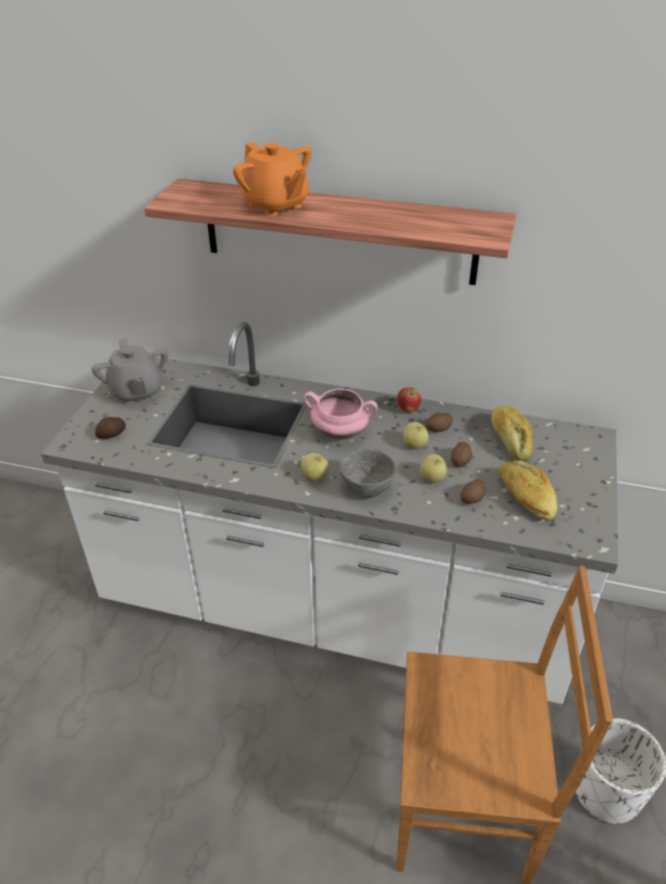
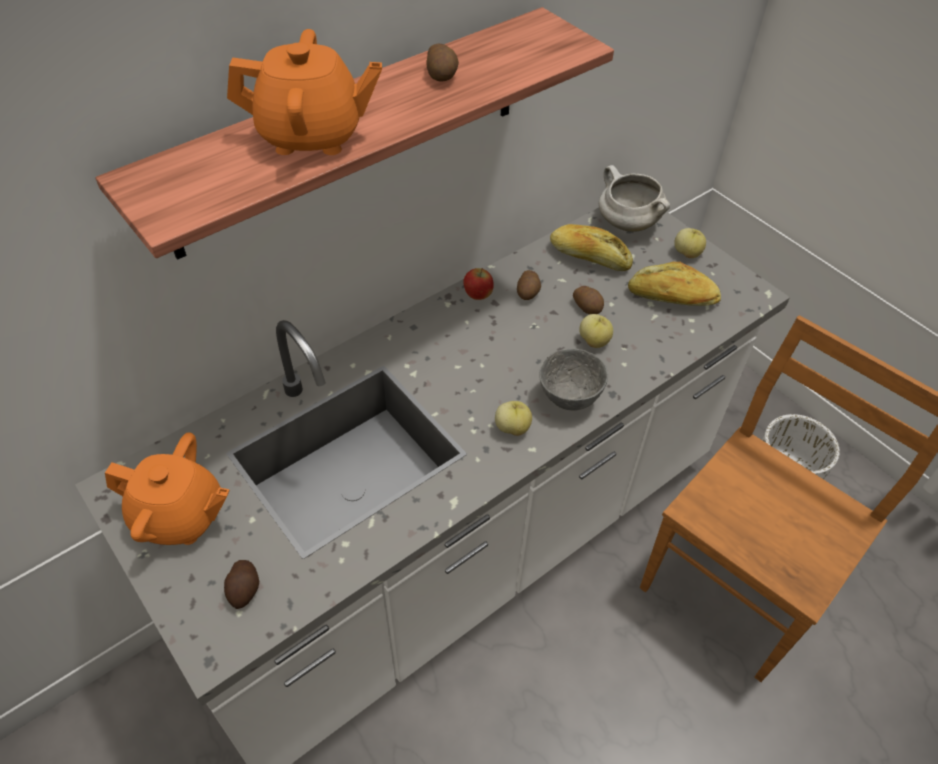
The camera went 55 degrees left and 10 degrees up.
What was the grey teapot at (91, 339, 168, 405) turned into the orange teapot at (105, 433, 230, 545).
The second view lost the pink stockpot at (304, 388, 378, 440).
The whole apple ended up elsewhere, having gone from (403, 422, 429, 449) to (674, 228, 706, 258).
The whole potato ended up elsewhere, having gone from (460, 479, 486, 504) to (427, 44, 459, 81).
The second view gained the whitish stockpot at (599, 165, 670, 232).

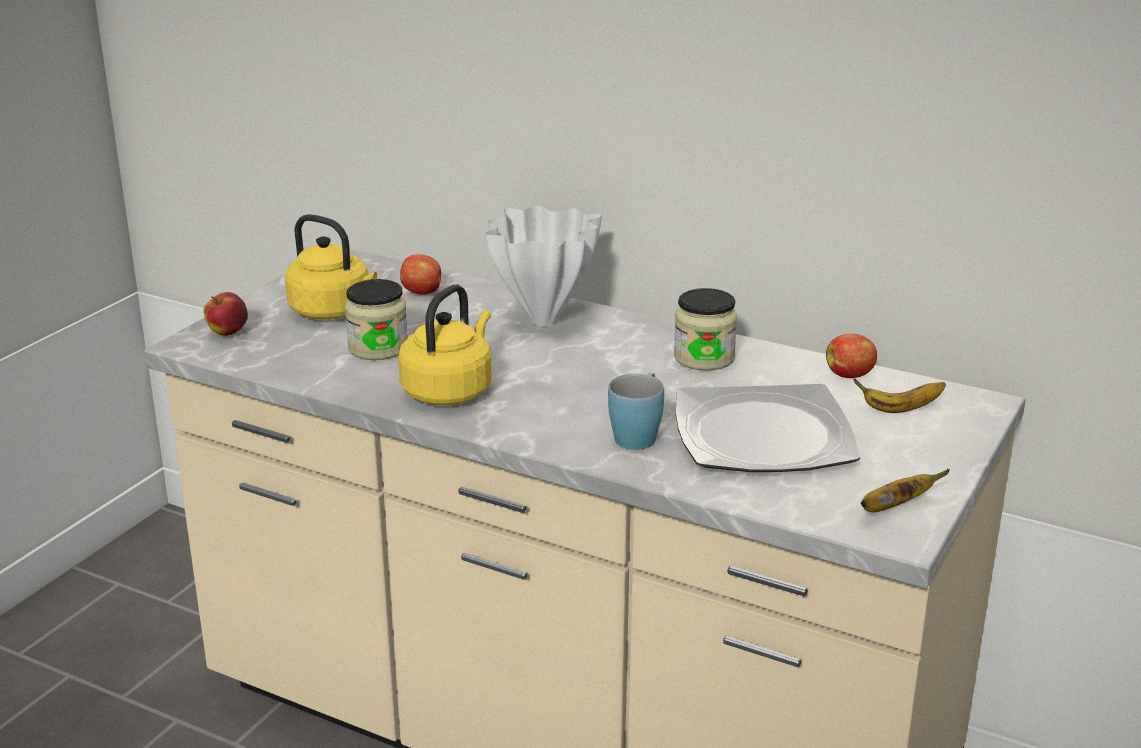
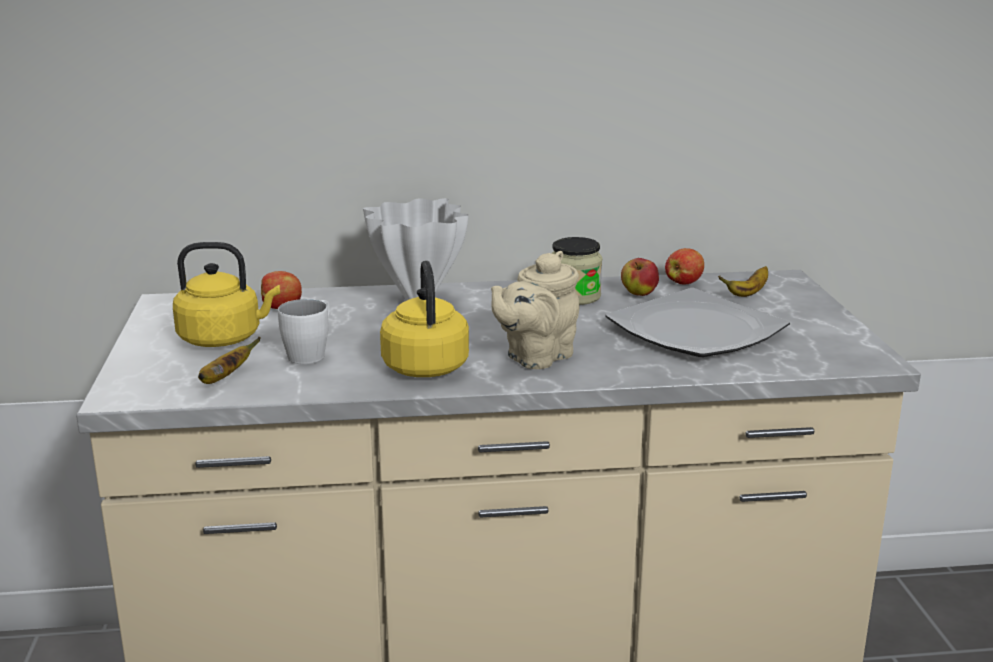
The camera went 35 degrees left and 5 degrees down.
Where the preserve jar stood at (345, 279, 408, 360), the whitish coffee mug came to stand at (278, 299, 330, 364).
The whole apple ended up elsewhere, having gone from (203, 292, 248, 336) to (621, 258, 659, 296).
The second view lost the bluish coffee mug at (608, 373, 664, 450).
The whole banana ended up elsewhere, having gone from (861, 469, 950, 512) to (198, 337, 261, 384).
The second view gained the beige teapot at (491, 251, 580, 369).

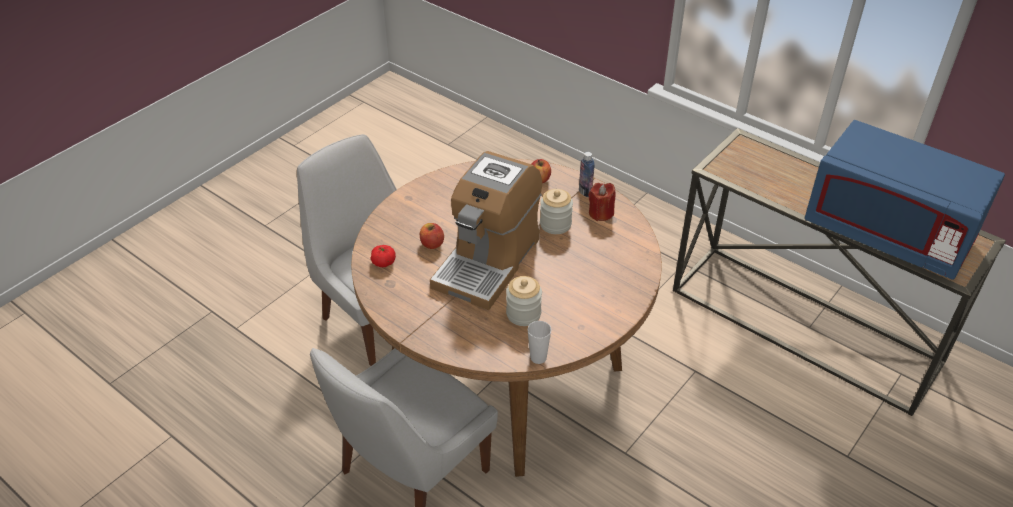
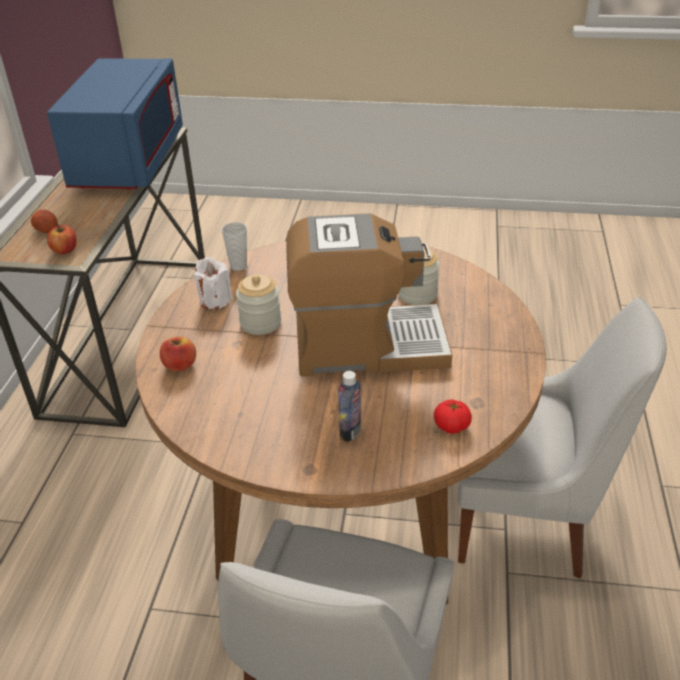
The camera went 120 degrees left and 5 degrees down.
The bottle ended up elsewhere, having gone from (579, 152, 595, 197) to (338, 371, 361, 442).
What was the reddish wax candle at (588, 183, 616, 221) turned into the whitish wax candle at (194, 257, 232, 309).
The whole apple ended up elsewhere, having gone from (420, 223, 444, 249) to (47, 225, 77, 254).
The cup ended up elsewhere, having gone from (528, 321, 552, 364) to (222, 222, 247, 271).
The second view gained the whole potato at (31, 210, 58, 233).

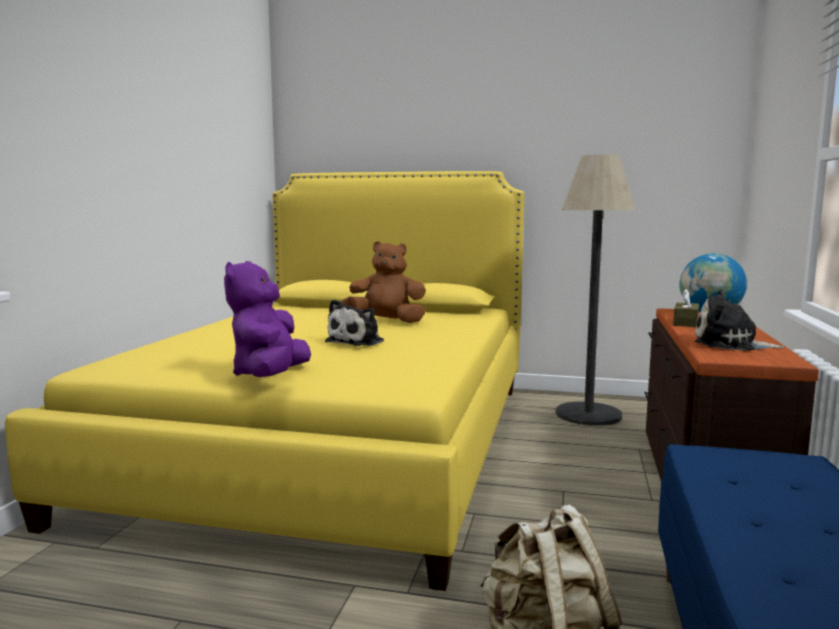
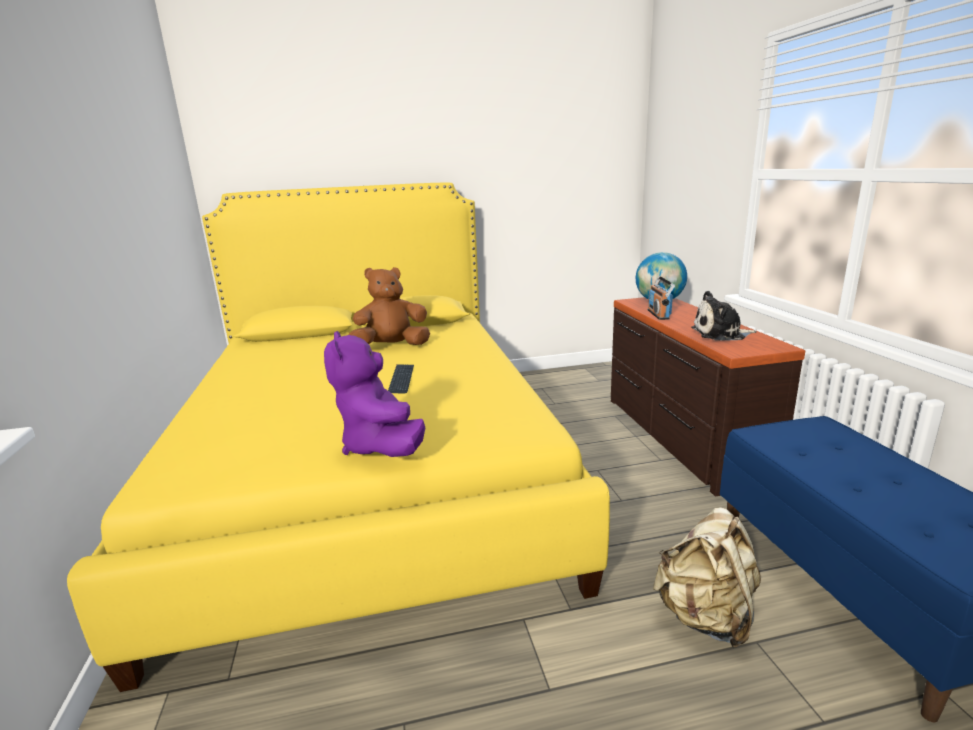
The camera went 25 degrees left and 10 degrees up.
The second view lost the standard lamp at (556, 155, 635, 426).
Where the brownish tissue box stood at (673, 289, 699, 327), the radio set came to stand at (648, 276, 675, 320).
Where the soft toy stood at (325, 299, 384, 346), the PC keyboard came to stand at (388, 364, 414, 393).

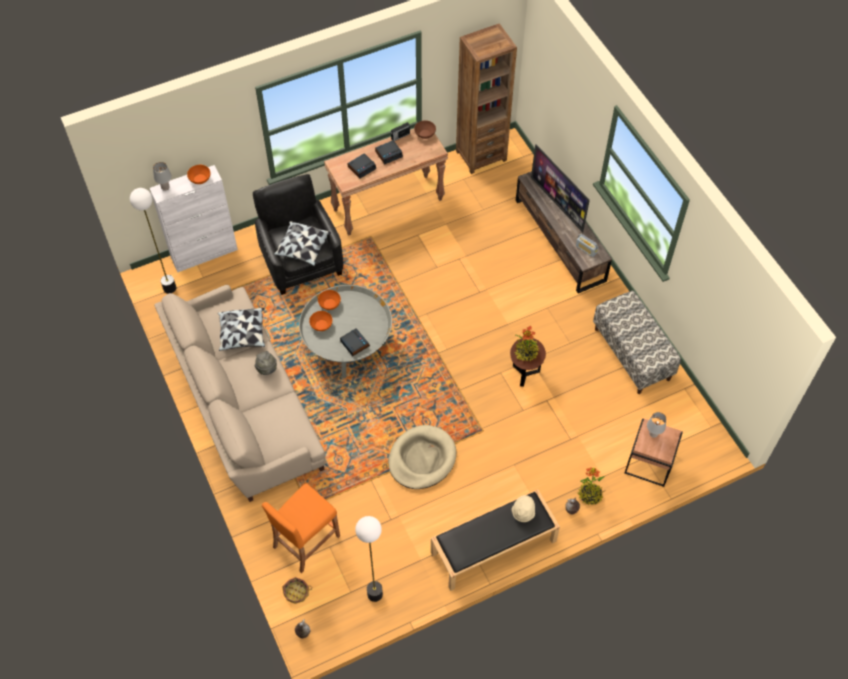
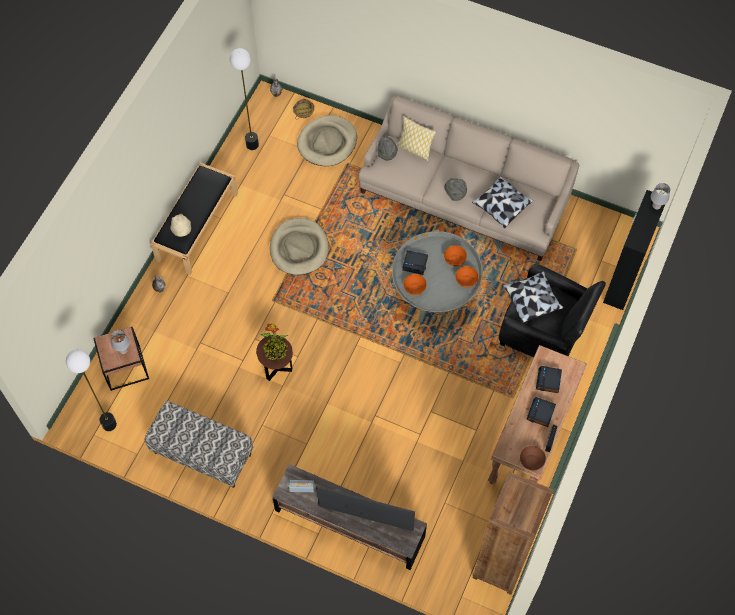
The camera went 140 degrees right and 5 degrees up.
What was the whitish cupboard at (150, 165, 238, 272) turned into the black cupboard at (603, 190, 665, 310).
The orange serving bowl ended up elsewhere, having gone from (187, 165, 211, 184) to (404, 274, 427, 295).
The standard lamp ended up elsewhere, having gone from (130, 188, 176, 294) to (66, 349, 117, 431).
The second view lost the houseplant at (577, 468, 605, 505).
Where the orange stool seat stood at (262, 483, 340, 573), the beige pet bed came to stand at (297, 115, 357, 166).
The second view gained the cushion at (397, 116, 436, 162).
The second view gained the grey clothing hat at (378, 137, 398, 161).

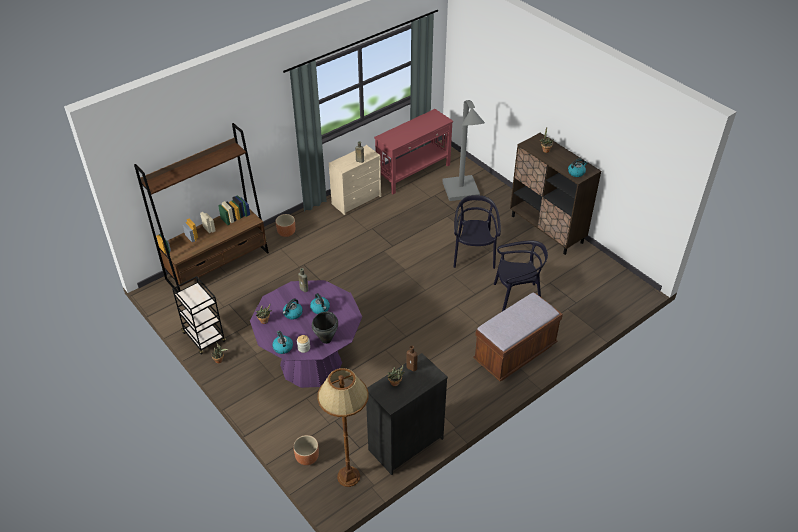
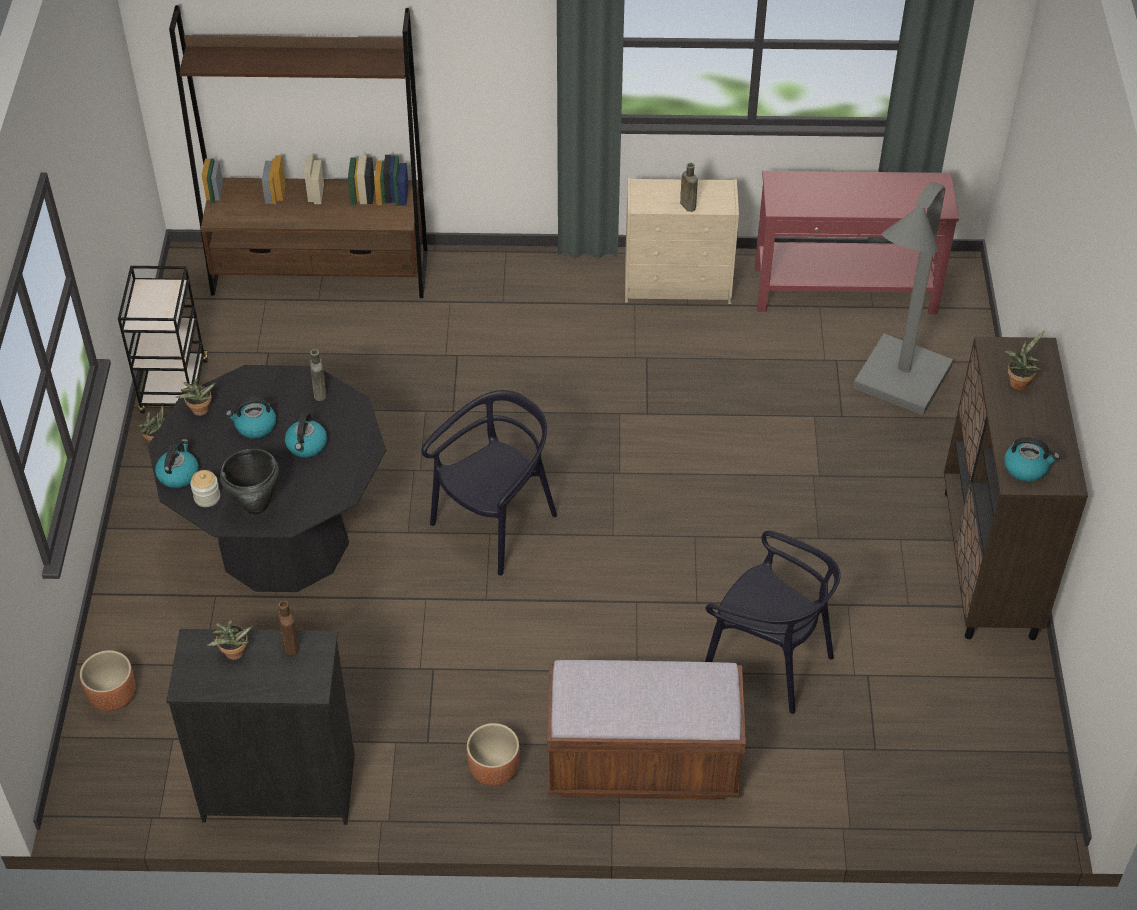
The camera went 40 degrees right and 5 degrees up.
The black upright chair ended up elsewhere, having gone from (453, 195, 501, 269) to (421, 390, 557, 576).
The brownish plant pot ended up elsewhere, having gone from (275, 214, 295, 237) to (467, 723, 520, 786).
What was the purple kitchen table at (250, 280, 362, 388) turned into the black kitchen table at (148, 365, 386, 592).
The second view lost the brownish standard lamp at (317, 368, 368, 487).

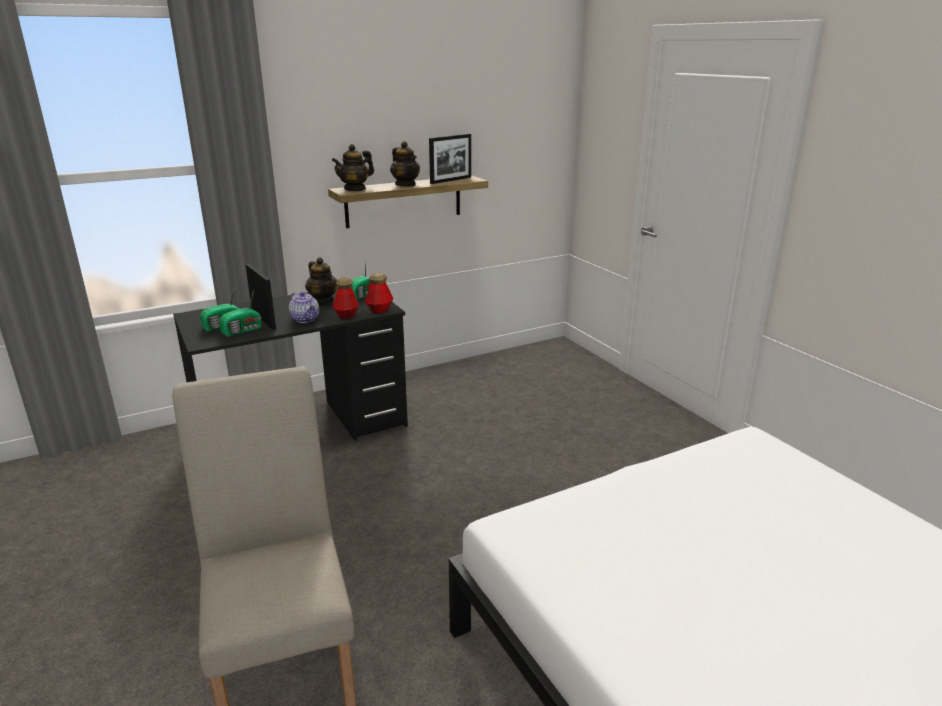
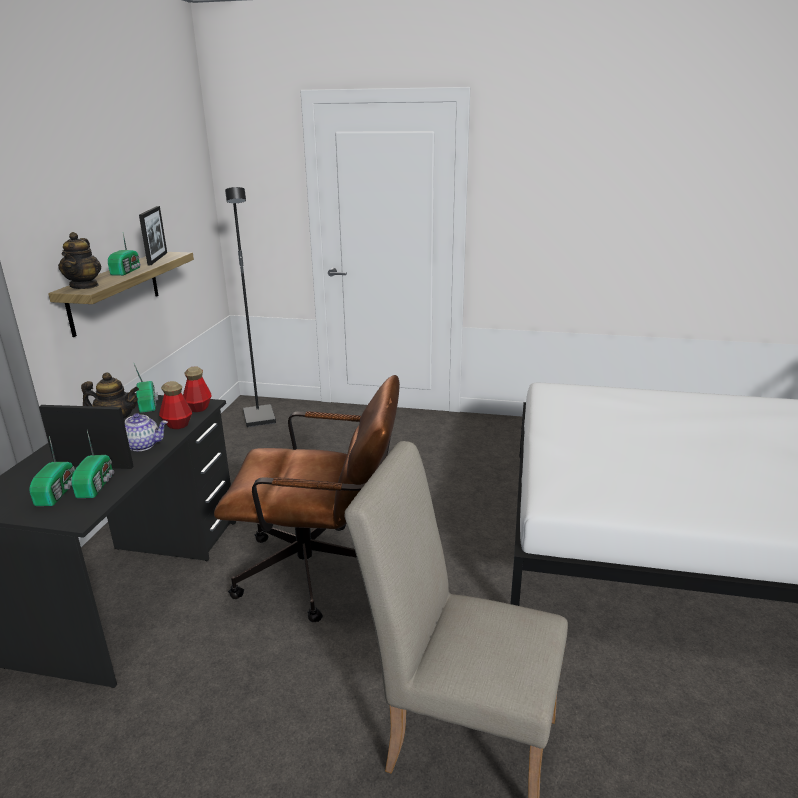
The camera went 50 degrees left and 0 degrees up.
Where the teapot stood at (390, 141, 420, 186), the radio set came to stand at (108, 234, 141, 276).
The second view gained the black standard lamp at (225, 187, 276, 427).
The second view gained the brownish desk chair at (214, 375, 400, 622).

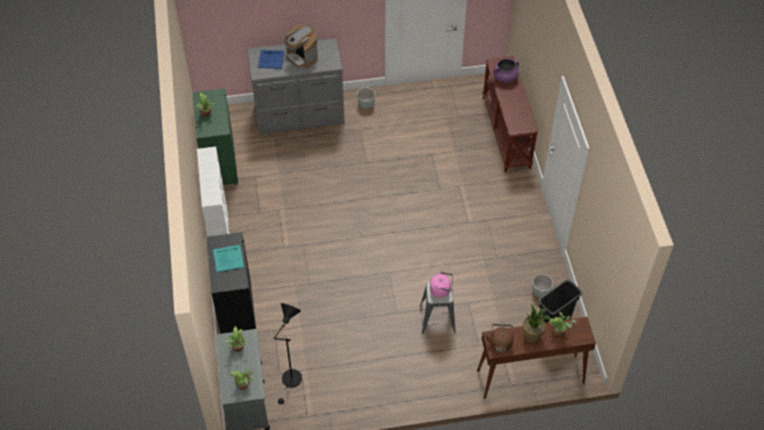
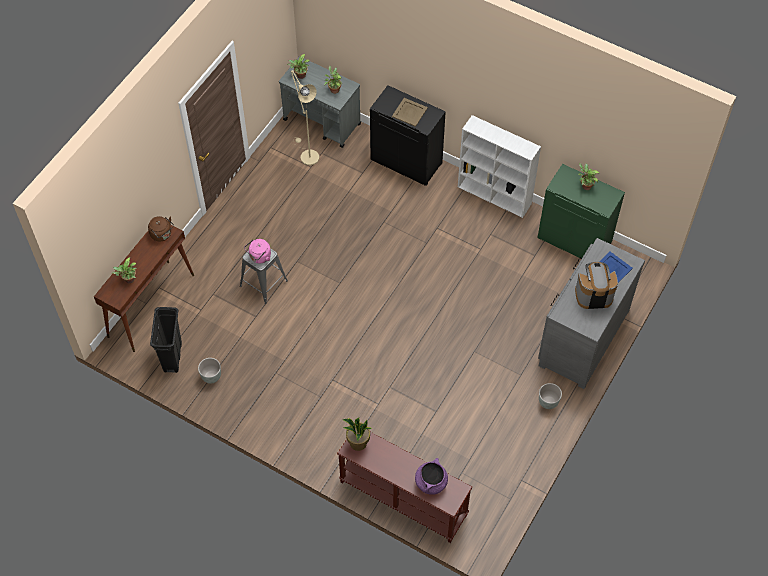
The camera went 130 degrees right and 5 degrees up.
What was the blue-green tray at (213, 245, 244, 272) turned into the beige tray at (392, 98, 428, 127).
What was the black standard lamp at (274, 303, 302, 407) turned into the beige standard lamp at (291, 70, 319, 165).
The houseplant ended up elsewhere, having gone from (523, 304, 550, 343) to (343, 417, 371, 451).

